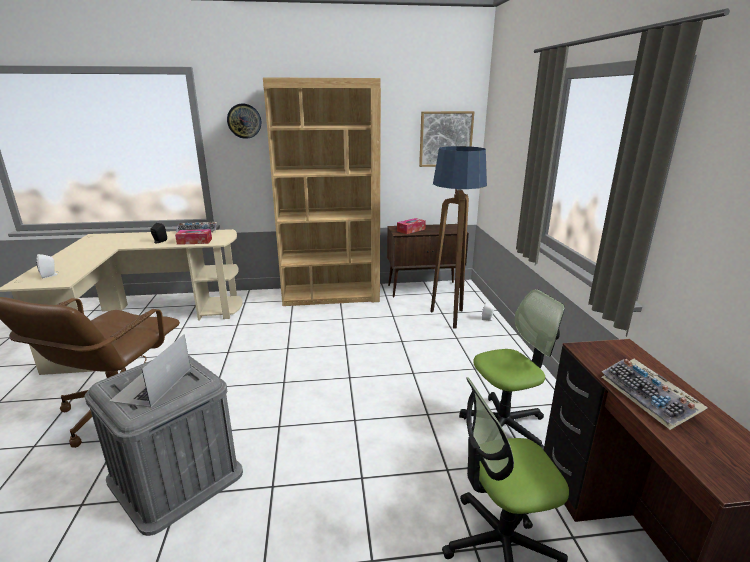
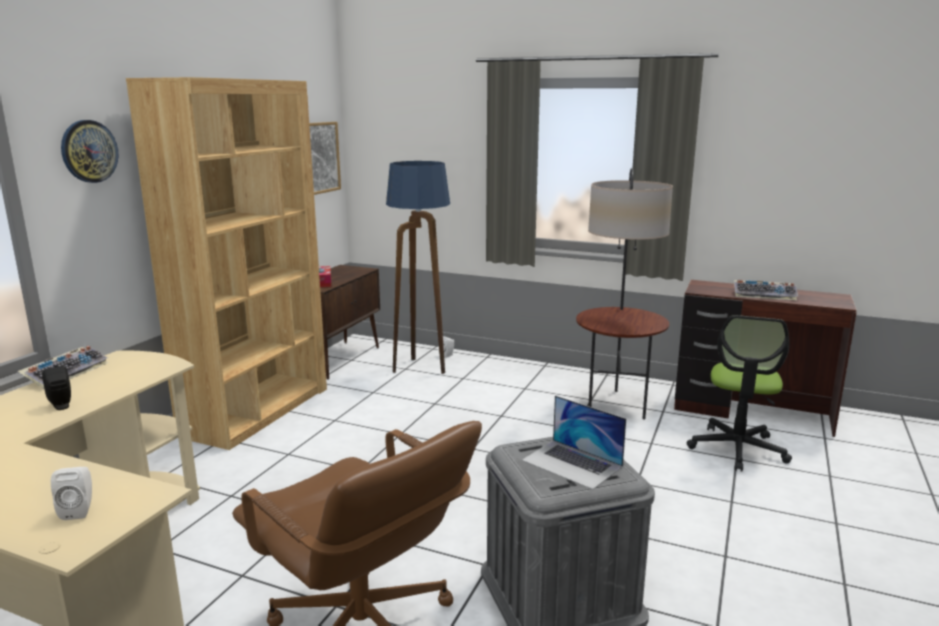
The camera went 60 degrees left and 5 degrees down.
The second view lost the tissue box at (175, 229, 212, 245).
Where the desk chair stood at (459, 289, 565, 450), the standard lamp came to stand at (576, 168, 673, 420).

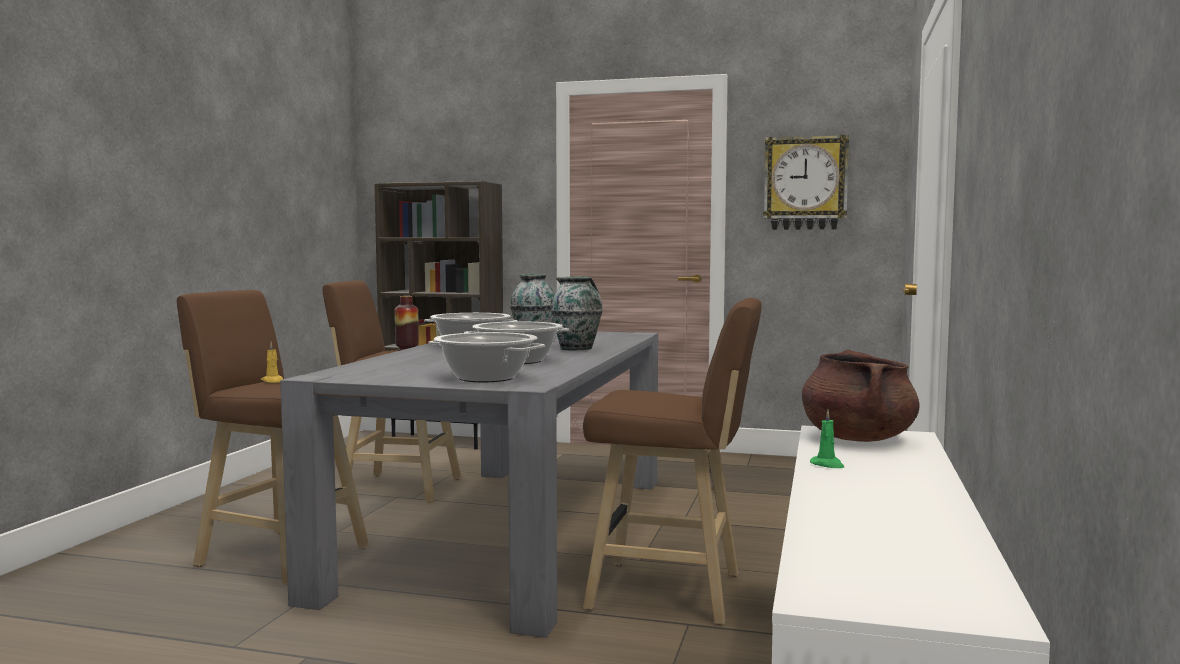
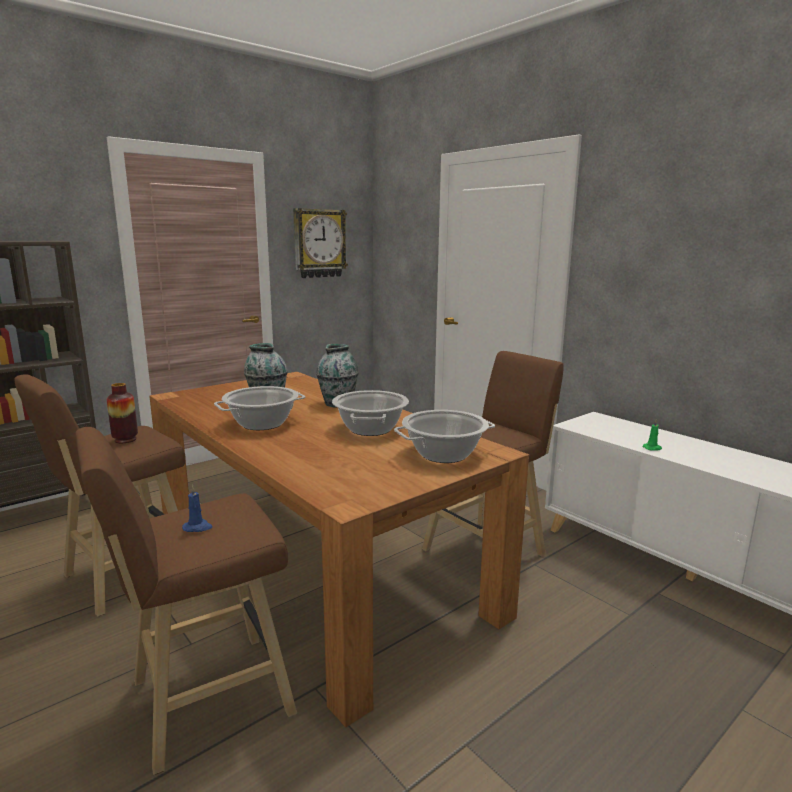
The camera went 55 degrees left and 10 degrees up.
What was the grey kitchen table at (280, 331, 658, 638) turned into the brownish kitchen table at (149, 372, 529, 727).
What was the yellow-coloured wax candle at (261, 342, 283, 383) turned into the bluish wax candle at (182, 485, 212, 532).
The second view lost the brownish stockpot at (802, 350, 920, 442).

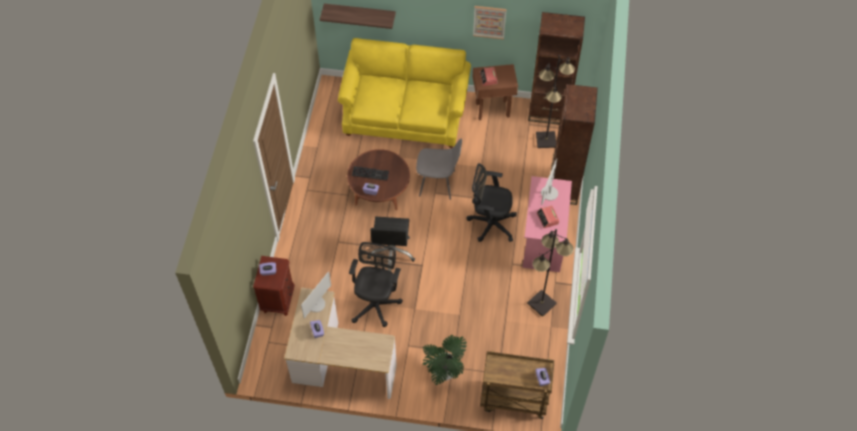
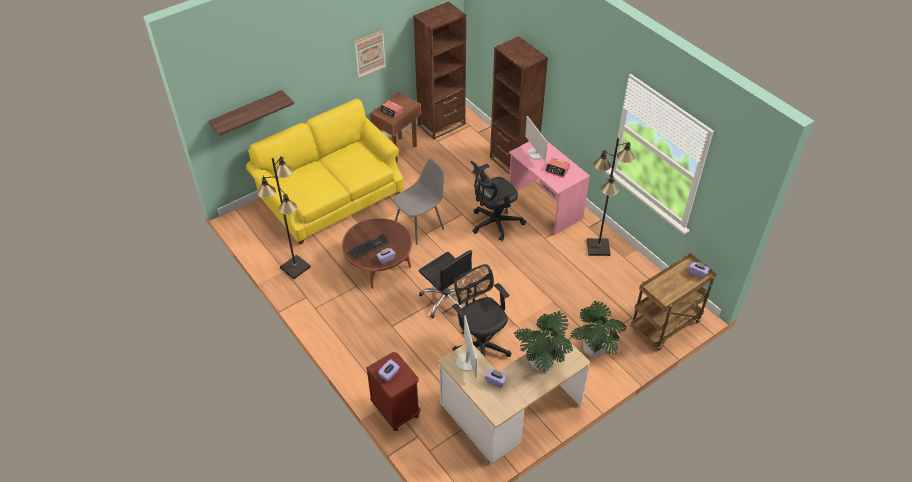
The camera went 45 degrees left and 10 degrees down.
The black standard lamp ended up elsewhere, having gone from (536, 55, 575, 148) to (257, 156, 311, 279).
The second view gained the houseplant at (514, 311, 573, 371).

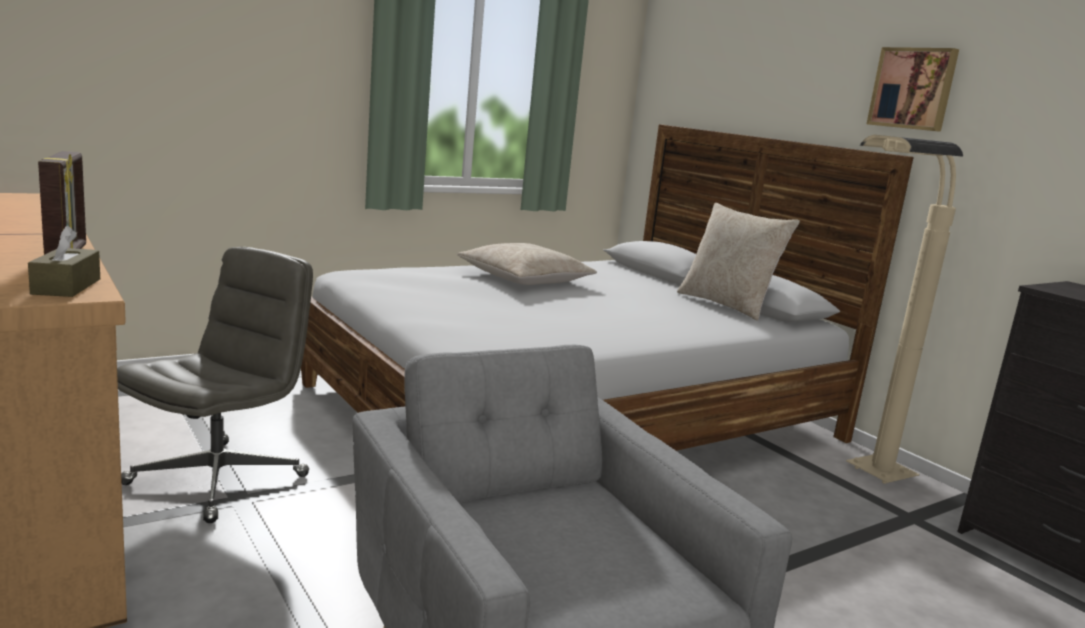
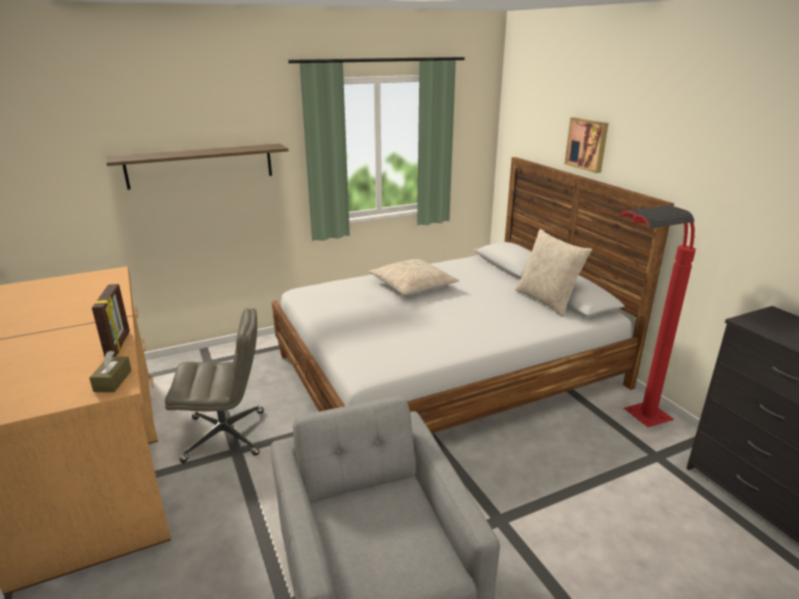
The camera went 10 degrees right and 10 degrees up.
The picture ended up elsewhere, having gone from (867, 47, 959, 132) to (564, 117, 608, 173).
What was the beige standard lamp at (846, 135, 963, 484) turned into the reddish standard lamp at (619, 205, 696, 427).
The grey desk chair at (117, 247, 313, 523) ended up facing another way, 45 degrees clockwise from before.
The second view gained the wall shelf at (106, 144, 288, 190).

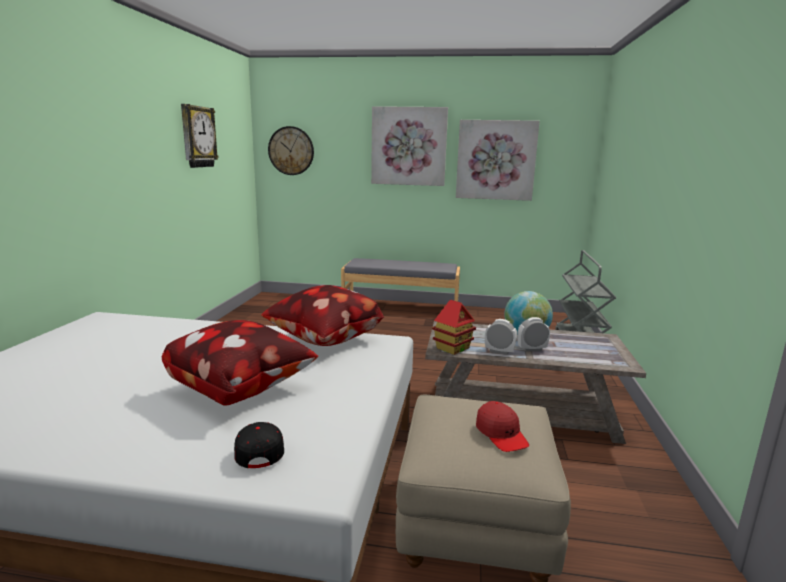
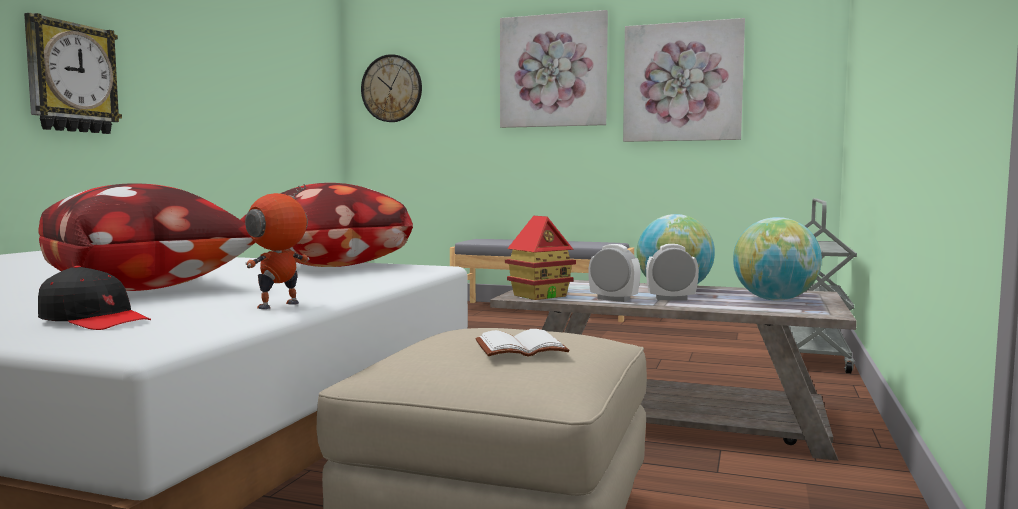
The camera went 10 degrees right and 10 degrees down.
The clock on the wall ended up elsewhere, having gone from (181, 104, 219, 168) to (24, 13, 122, 134).
Where the reddish baseball cap stood at (476, 401, 529, 452), the whitish book came to stand at (475, 329, 569, 357).
The black baseball cap at (234, 422, 284, 468) ended up facing another way, 120 degrees clockwise from before.
The second view gained the model robot at (245, 184, 309, 309).
The second view gained the globe at (733, 217, 822, 301).

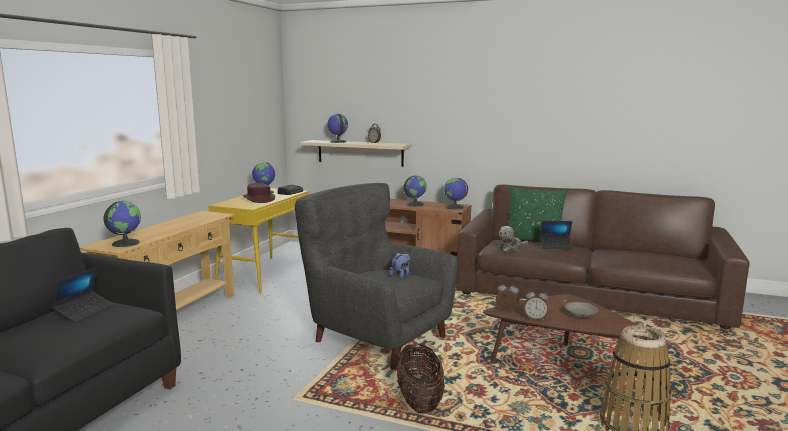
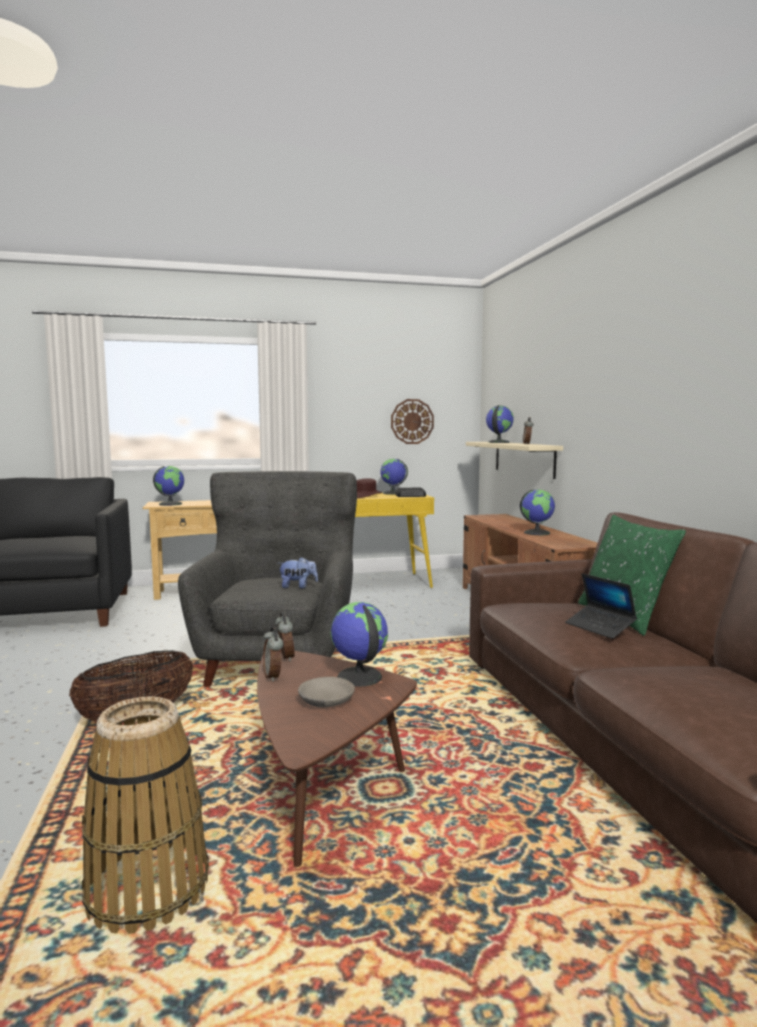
The camera went 55 degrees right and 5 degrees down.
The globe ended up elsewhere, having gone from (444, 178, 468, 209) to (330, 602, 388, 687).
The second view lost the soft toy at (499, 226, 528, 251).
The second view lost the laptop at (52, 267, 114, 323).
The second view gained the clock on the wall at (391, 399, 434, 444).

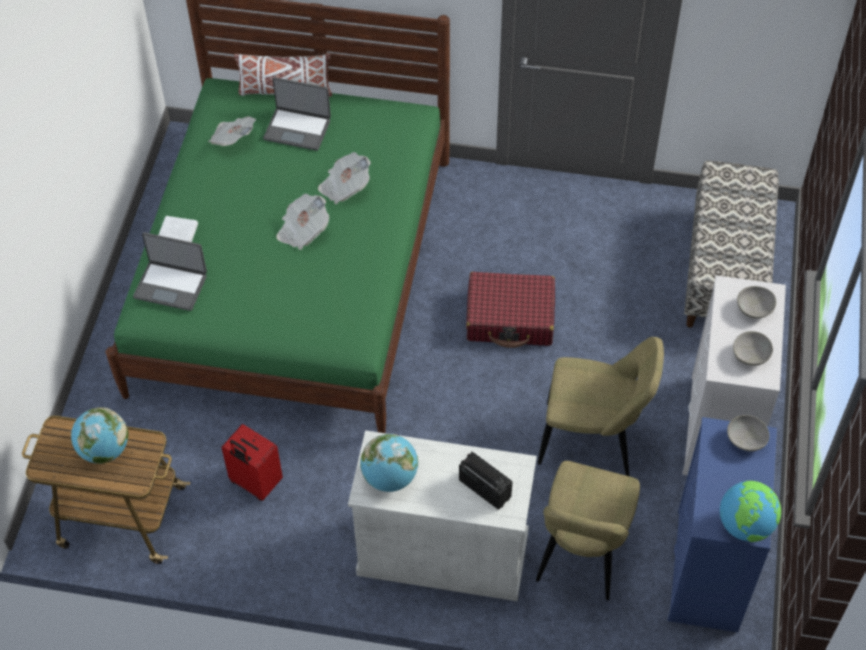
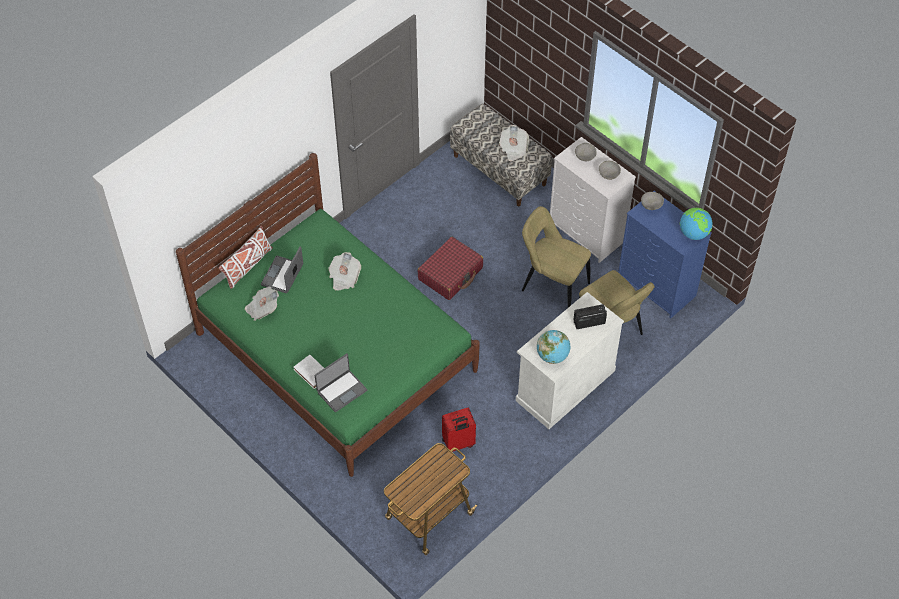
The camera went 55 degrees left and 0 degrees up.
The laptop at (263, 77, 331, 151) ended up facing another way, 150 degrees clockwise from before.
The newspaper ended up elsewhere, having gone from (276, 194, 329, 250) to (499, 125, 529, 161).
The beige upright chair at (538, 337, 664, 476) ended up facing another way, 105 degrees counterclockwise from before.
The second view lost the globe at (71, 408, 128, 464).

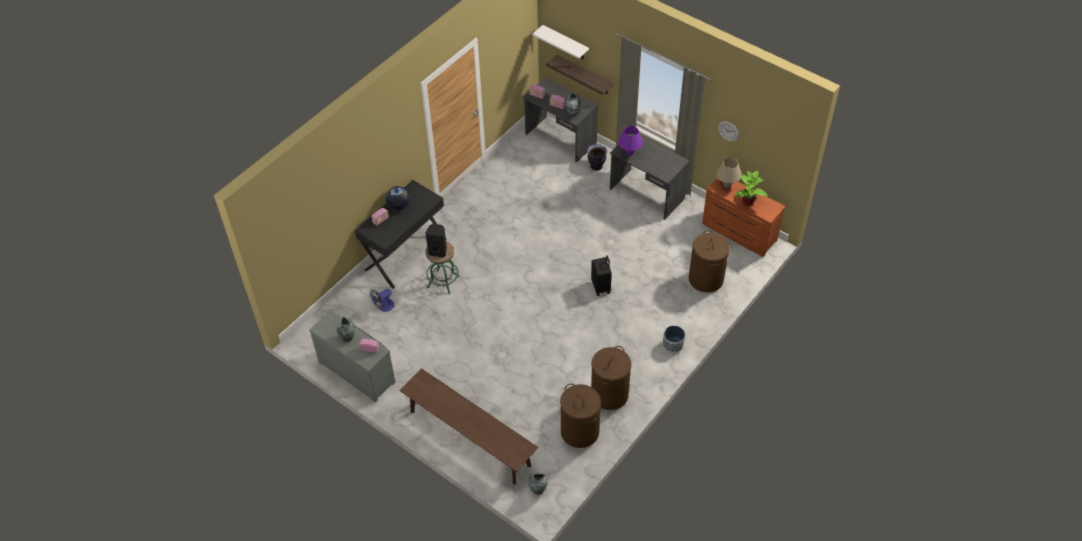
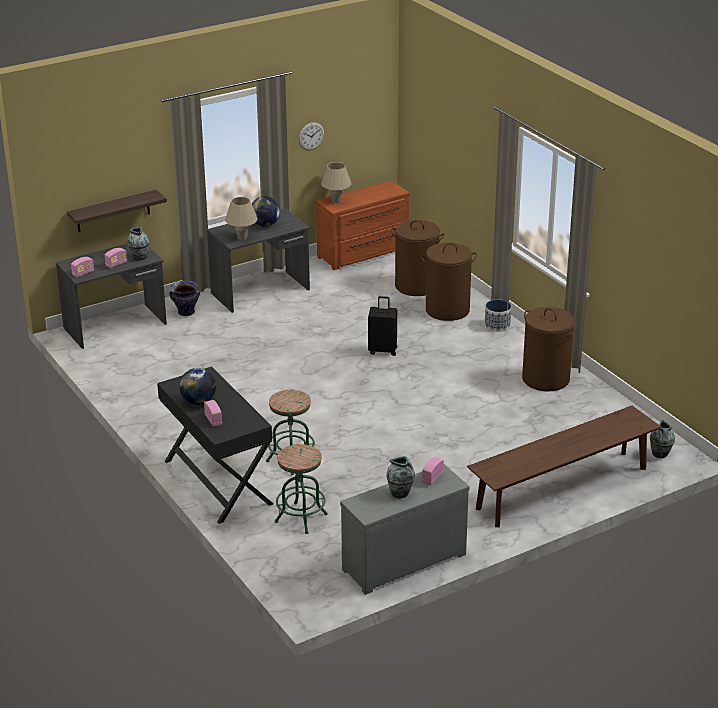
The camera went 70 degrees left and 20 degrees down.
The second view lost the whitish wall shelf at (532, 25, 589, 59).
What was the purple tabletop lamp at (618, 126, 643, 156) turned into the beige tabletop lamp at (225, 197, 258, 240).
The second view lost the houseplant at (735, 171, 768, 206).
The second view lost the black loudspeaker at (425, 224, 447, 258).
Where the electric fan stood at (370, 289, 395, 312), the green-coloured stool seat came to stand at (275, 444, 328, 534).
The brownish washing basket ended up elsewhere, having gone from (560, 384, 601, 448) to (421, 242, 477, 321).
The second view gained the globe at (252, 196, 280, 227).

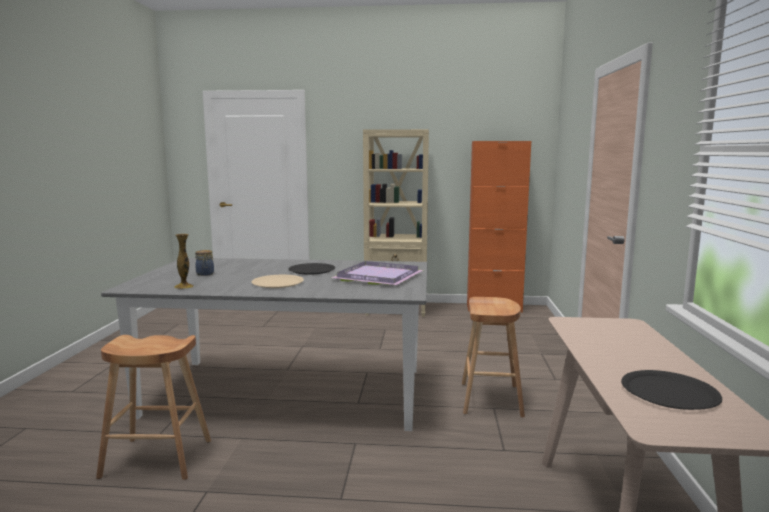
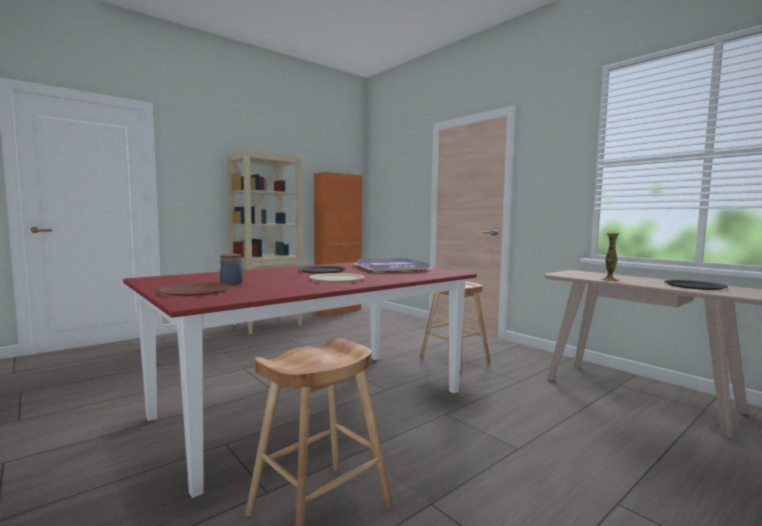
The camera went 45 degrees left and 5 degrees down.
The decorative vase ended up elsewhere, having gone from (174, 234, 194, 289) to (601, 233, 620, 281).
What was the grey kitchen table at (101, 258, 428, 431) turned into the reddish kitchen table at (123, 260, 477, 498).
The second view gained the brownish dinner plate at (158, 283, 232, 296).

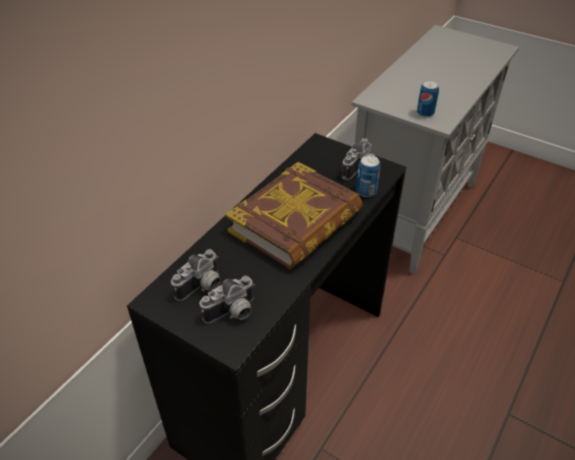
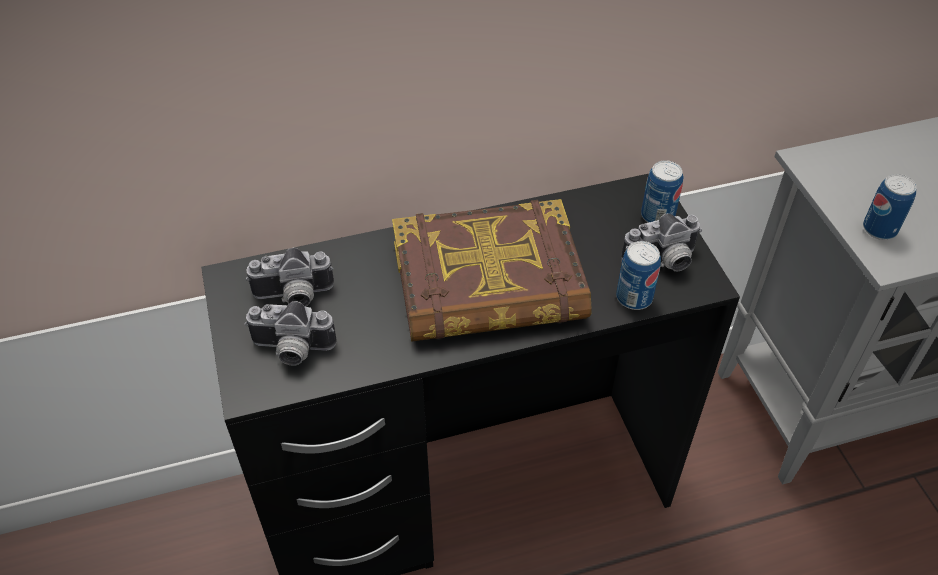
The camera went 40 degrees right and 5 degrees up.
The second view gained the can at (641, 160, 683, 223).

